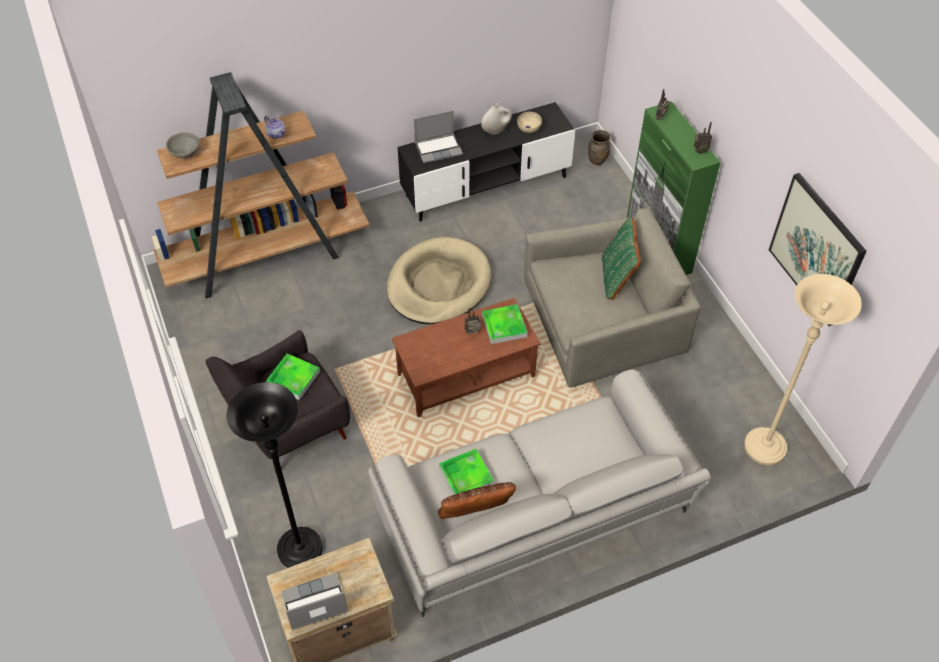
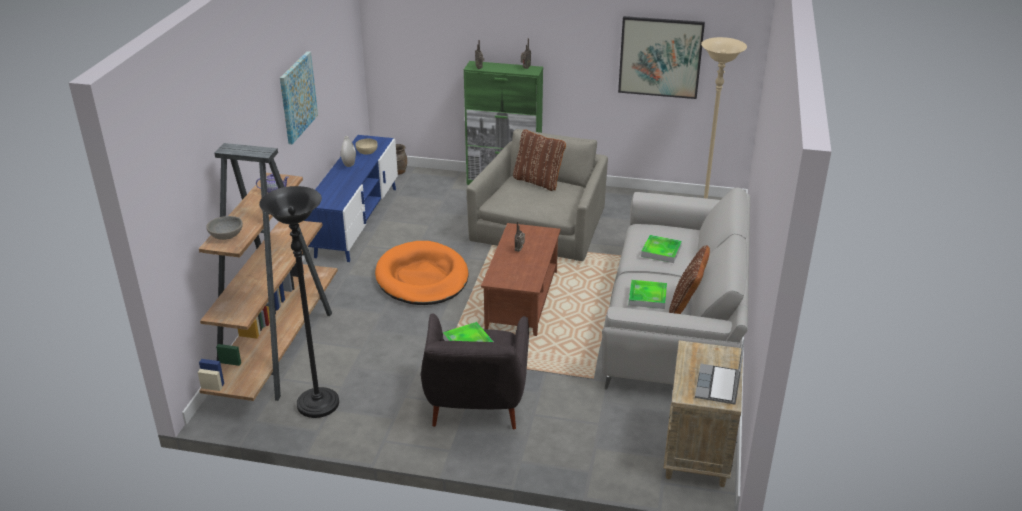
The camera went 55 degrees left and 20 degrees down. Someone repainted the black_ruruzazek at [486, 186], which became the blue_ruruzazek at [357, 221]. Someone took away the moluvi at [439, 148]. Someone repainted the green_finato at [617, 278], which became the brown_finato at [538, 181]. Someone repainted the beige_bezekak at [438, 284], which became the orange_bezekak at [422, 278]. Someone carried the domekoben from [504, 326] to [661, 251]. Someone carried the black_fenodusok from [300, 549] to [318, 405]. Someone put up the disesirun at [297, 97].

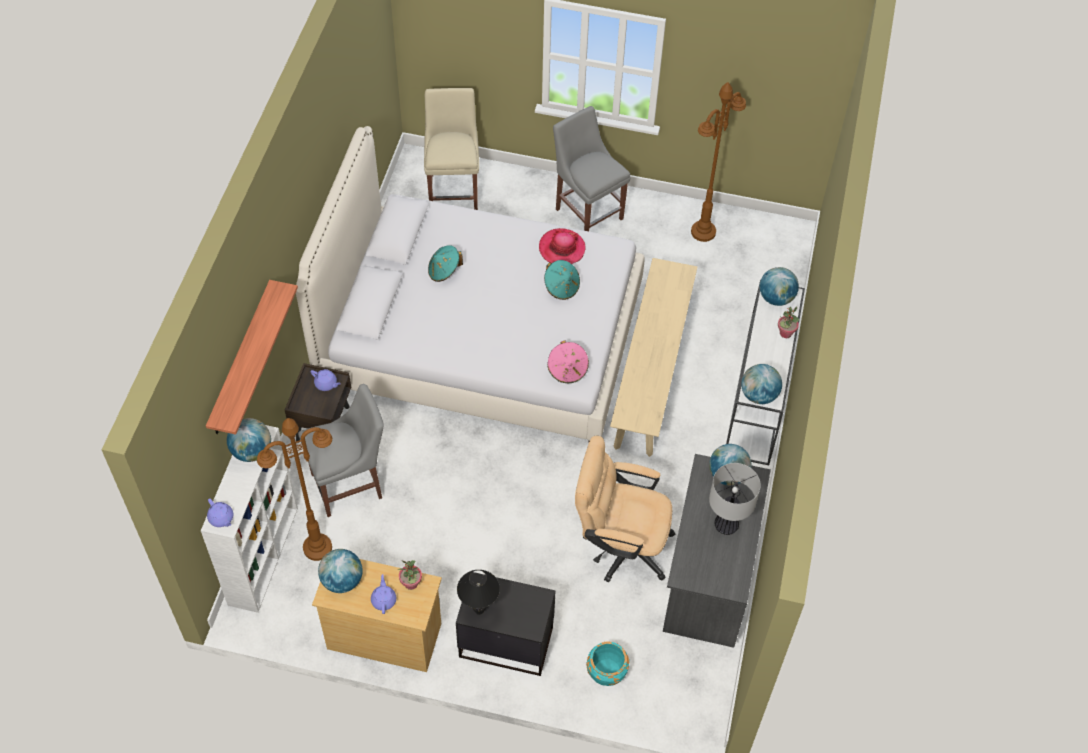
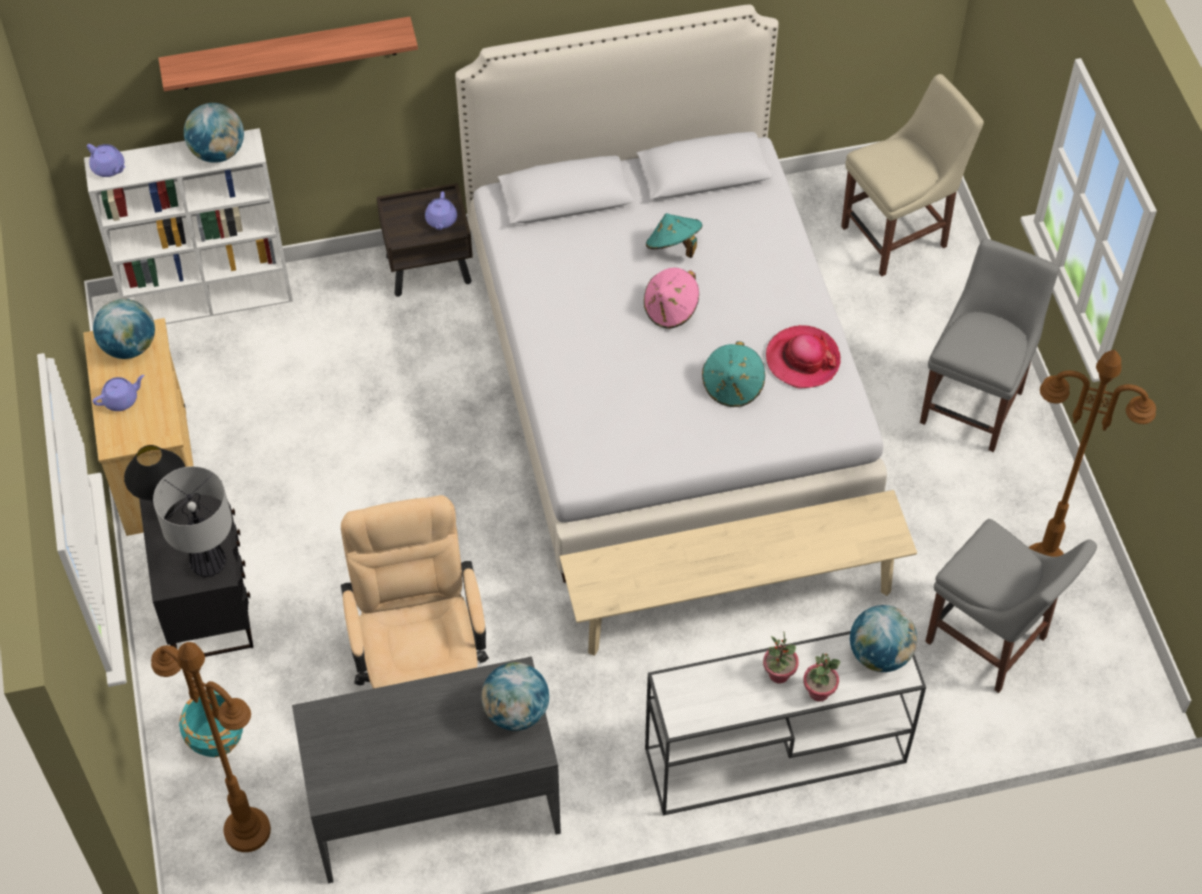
The camera went 65 degrees right and 0 degrees up. Someone carried the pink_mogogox from [567, 370] to [671, 309]. Someone took away the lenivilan at [758, 395]. Someone carried the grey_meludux from [350, 485] to [990, 643]. Someone carried the brown_fenodusok from [317, 548] to [246, 830]. Someone carried the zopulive from [726, 525] to [208, 564]. Someone rotated the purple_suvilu at [221, 518] by 75 degrees counterclockwise. Someone carried the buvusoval from [411, 583] to [778, 674].

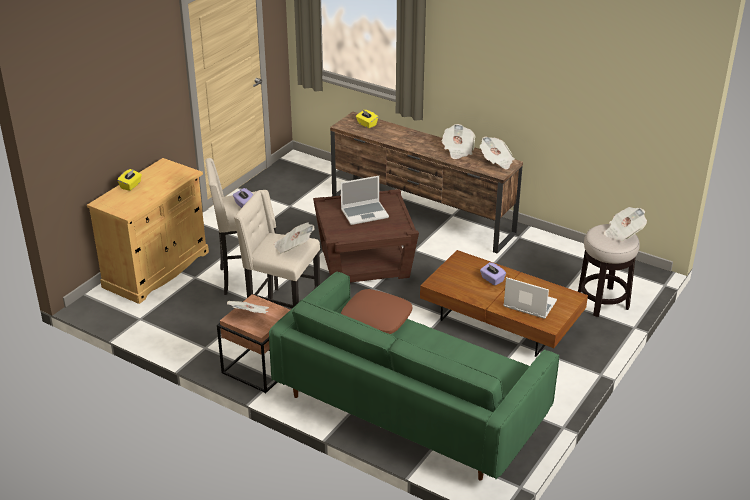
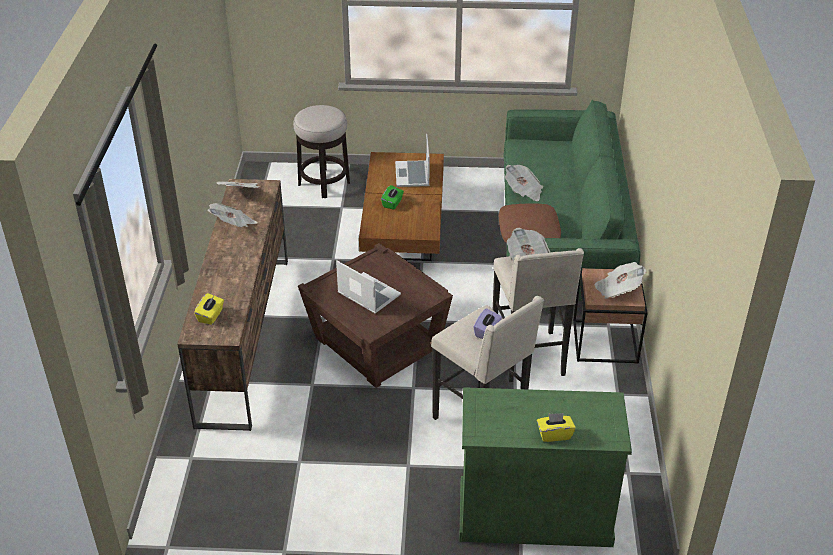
The camera went 120 degrees left and 5 degrees up. Someone repainted the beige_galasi at [156, 269], which became the green_galasi at [534, 514]. Someone carried the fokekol from [623, 233] to [523, 191]. Someone repainted the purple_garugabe at [492, 279], which became the green_garugabe at [392, 203].

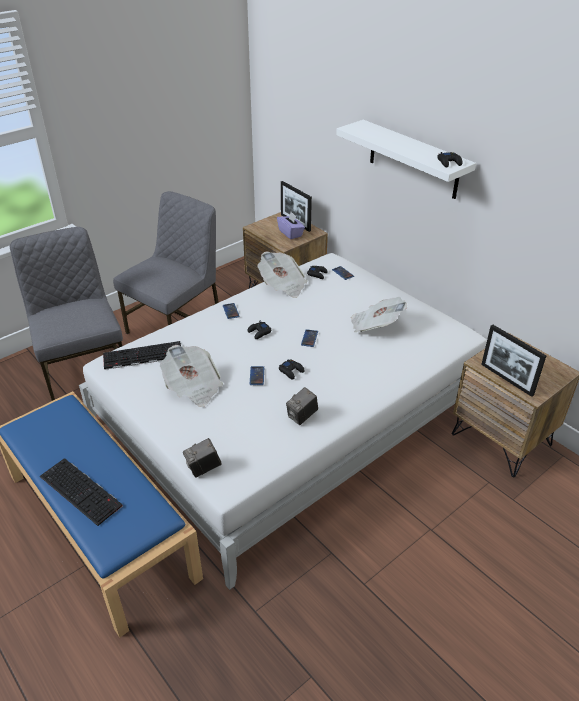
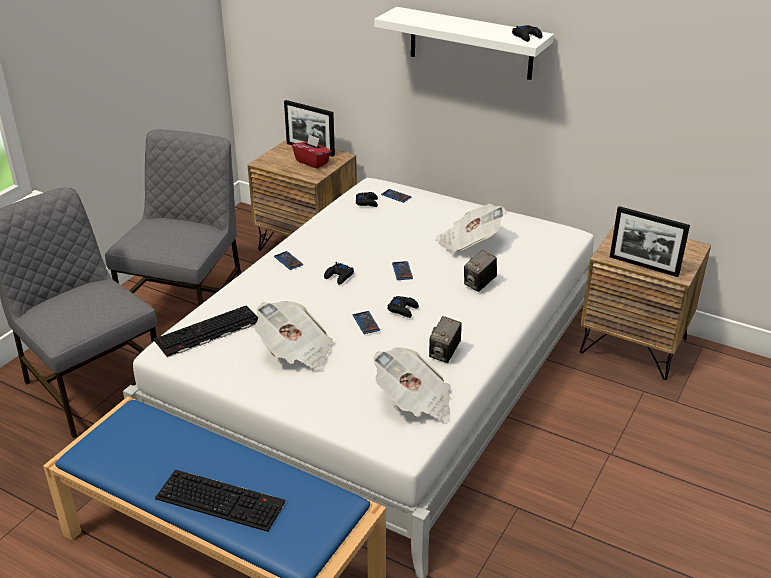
The camera went 20 degrees left and 5 degrees down. Someone repainted the purple_garugabe at [291, 233], which became the red_garugabe at [312, 162]. Someone carried the fokekol from [283, 285] to [414, 402]. Someone carried the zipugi from [203, 468] to [479, 284].

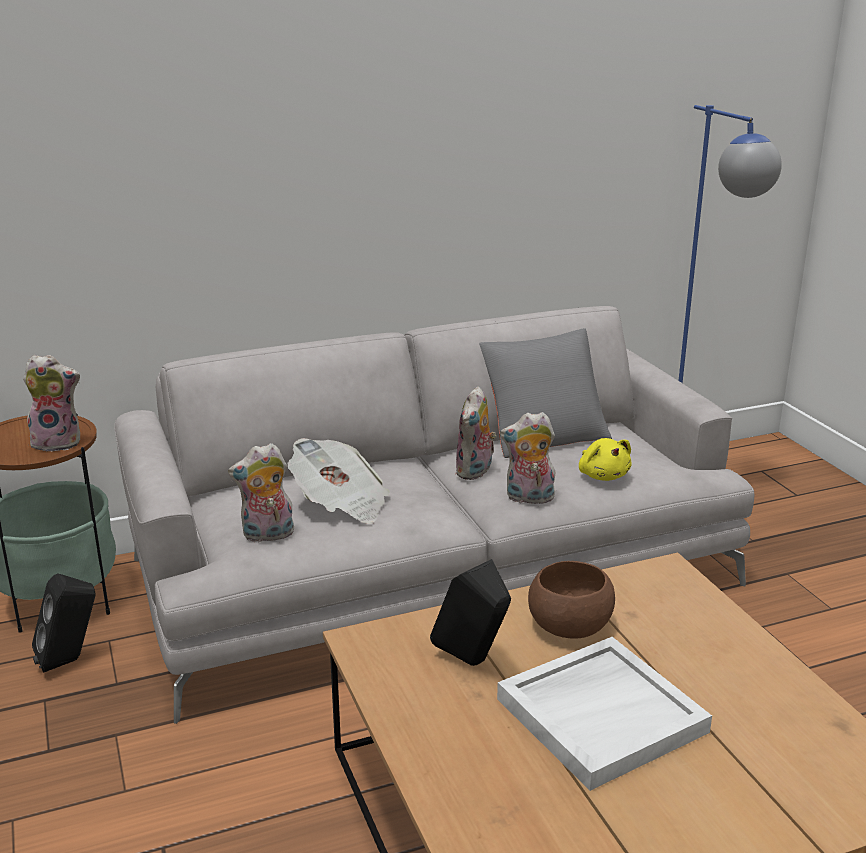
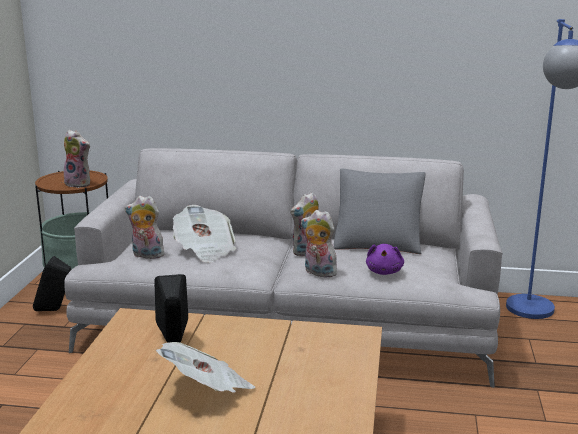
The camera went 30 degrees right and 5 degrees down. Someone repainted the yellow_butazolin at [603, 475], which became the purple_butazolin at [384, 271]. Someone took away the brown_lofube at [569, 624]. Someone swapped the white_domekoben at [601, 714] for the fokekol at [207, 389].

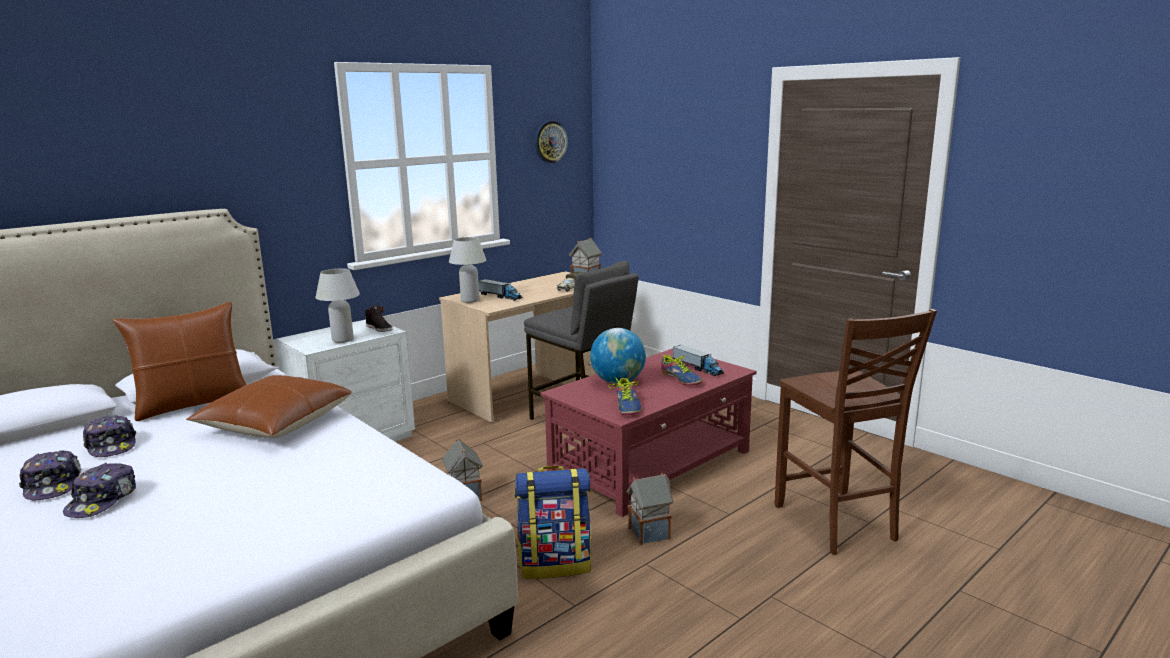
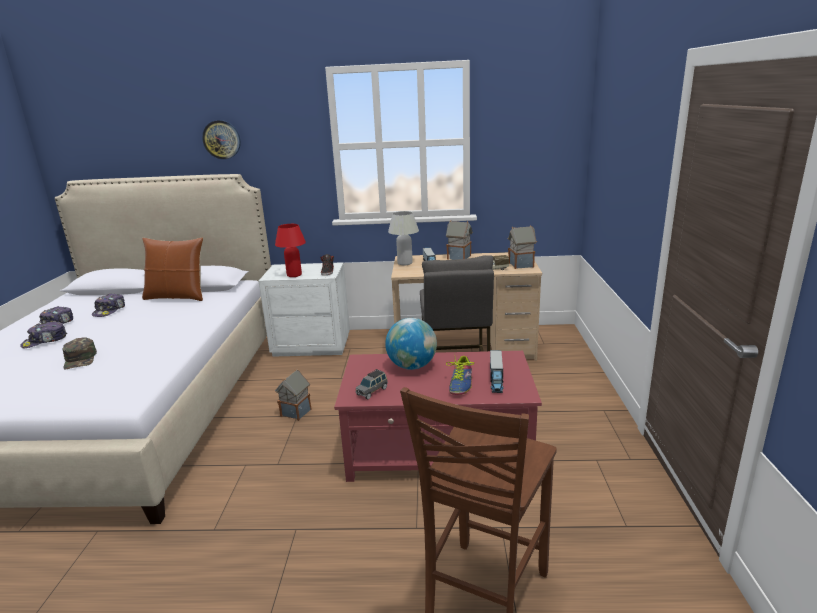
The camera went 45 degrees right and 5 degrees up. Someone carried the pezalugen from [550, 142] to [222, 139]. Someone repainted the white_zopulive at [343, 340], which became the red_zopulive at [294, 275]. Someone took away the brown_finato at [275, 423]. Someone swapped the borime at [627, 406] for the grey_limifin at [372, 391]. Someone took away the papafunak at [555, 564]. Someone carried the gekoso from [650, 533] to [459, 257]. Someone put down the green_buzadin at [80, 359].

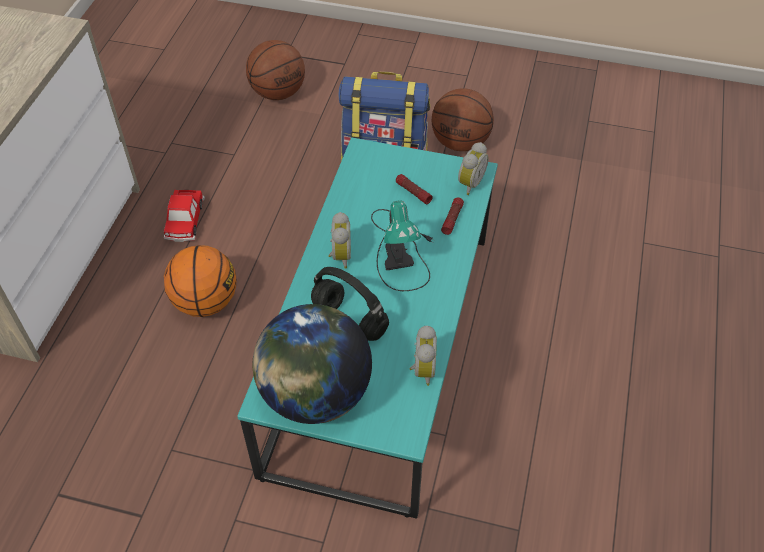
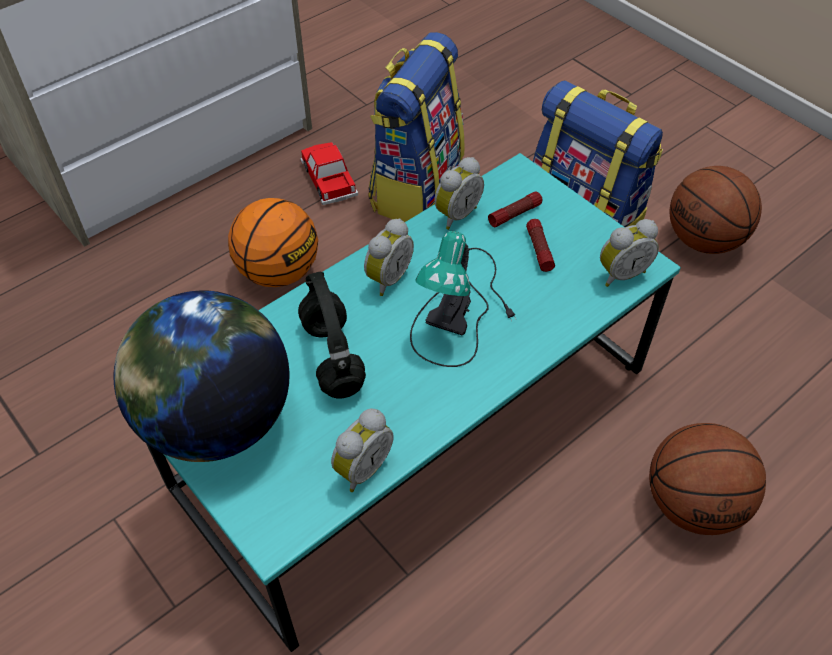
The camera went 35 degrees right and 0 degrees up. Someone carried the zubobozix from [278, 92] to [693, 503]. Someone rotated the limifin at [185, 220] by 120 degrees clockwise. Someone carried the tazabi from [452, 219] to [515, 214]. Someone put down the papafunak at [415, 188]. Someone put down the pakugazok at [455, 214].

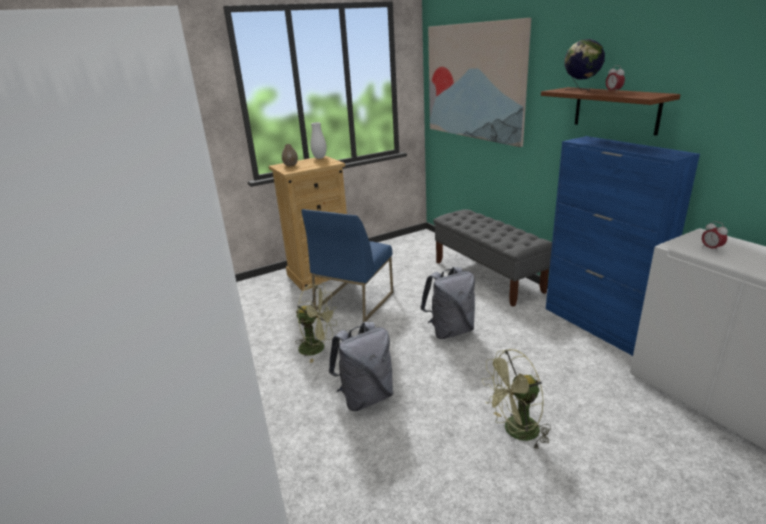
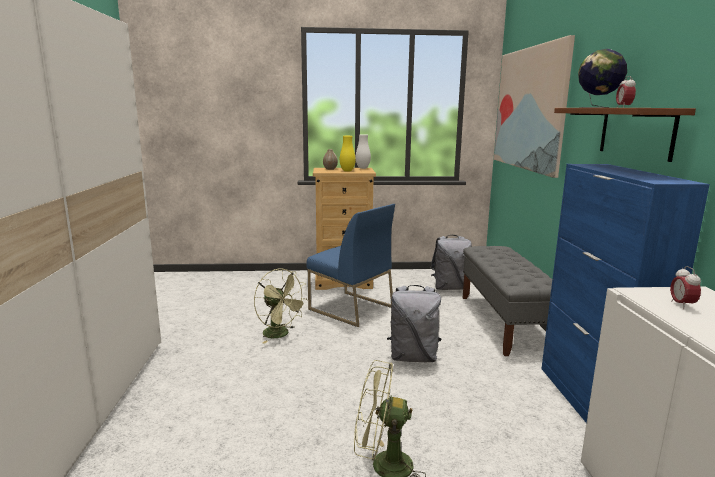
The camera went 25 degrees right and 10 degrees down. Someone rotated the blue_meludux at [354, 301] by 105 degrees counterclockwise. Someone carried the grey_papafunak from [365, 397] to [450, 288]. Someone put down the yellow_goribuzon at [347, 171].

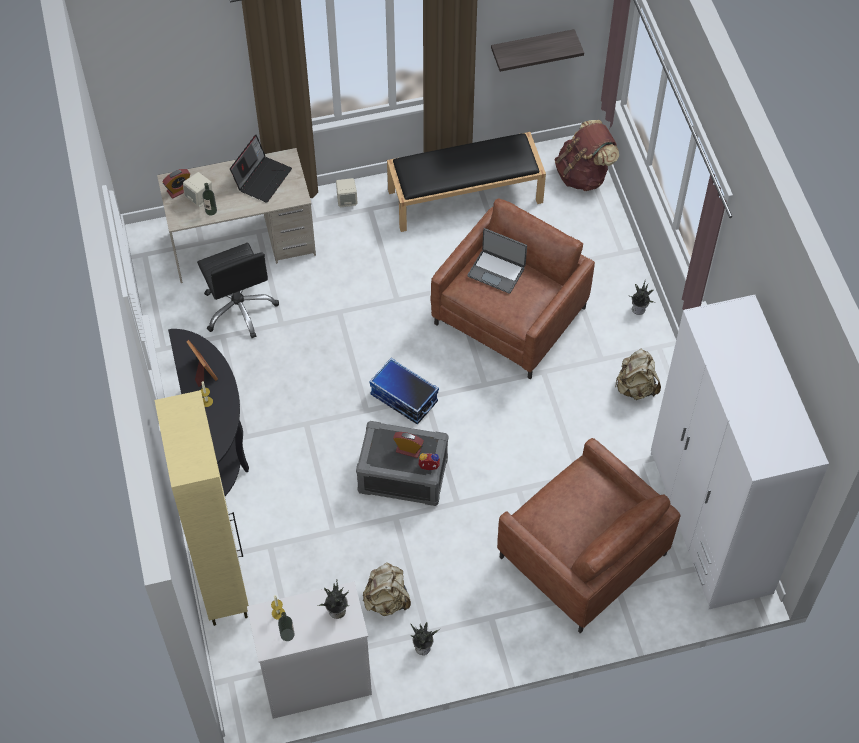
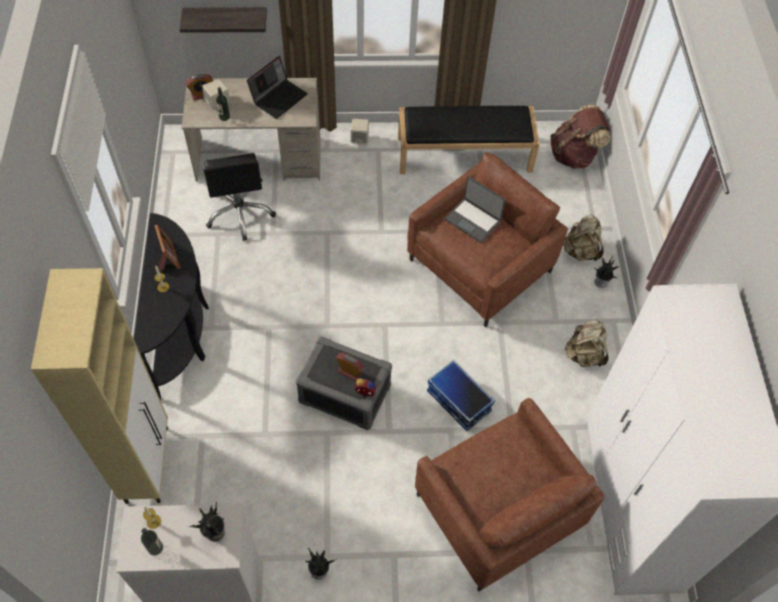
The camera went 10 degrees right and 0 degrees up. Someone carried the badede from [532, 47] to [226, 19]. Someone carried the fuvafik from [403, 398] to [458, 401]. Someone carried the beige_papafunak from [387, 599] to [580, 251].

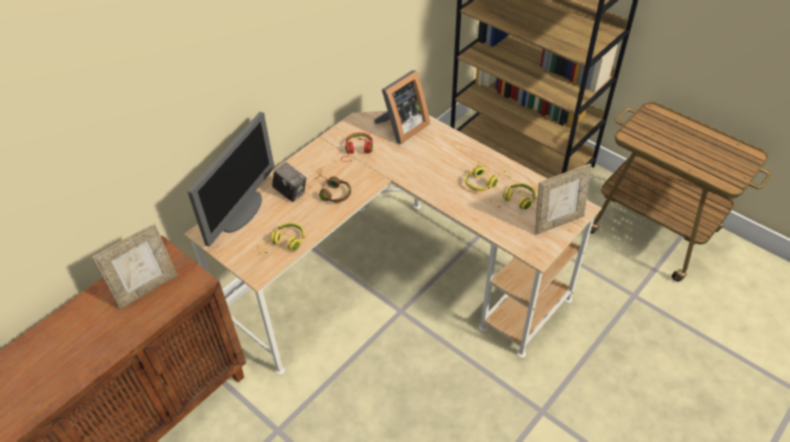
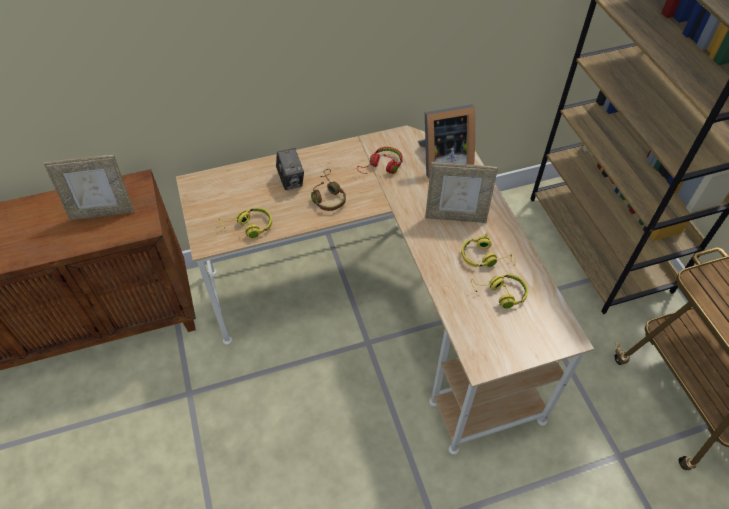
The camera went 30 degrees right and 5 degrees up. Someone took away the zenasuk at [242, 211]. Someone carried the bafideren from [557, 222] to [455, 216].

